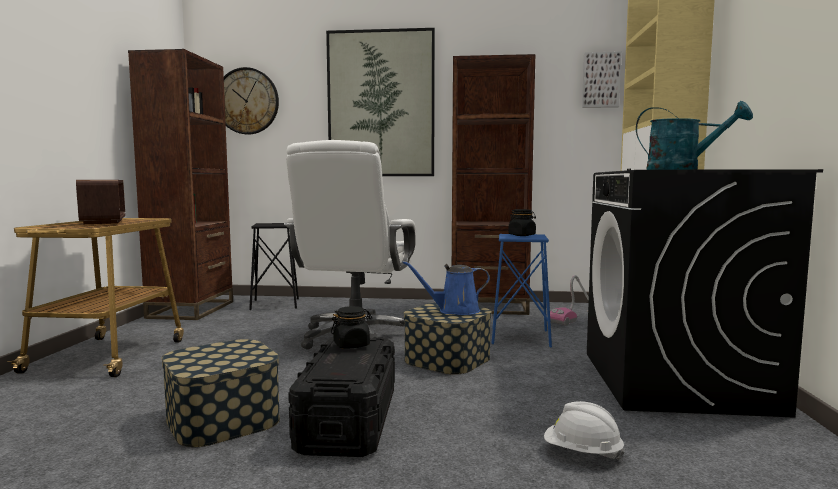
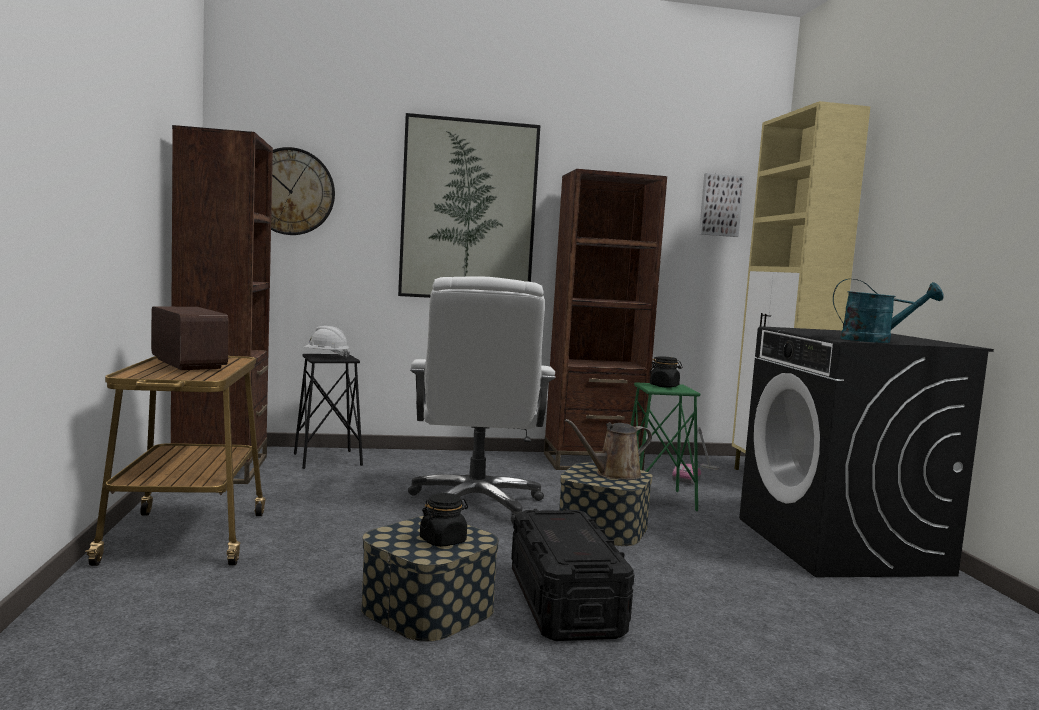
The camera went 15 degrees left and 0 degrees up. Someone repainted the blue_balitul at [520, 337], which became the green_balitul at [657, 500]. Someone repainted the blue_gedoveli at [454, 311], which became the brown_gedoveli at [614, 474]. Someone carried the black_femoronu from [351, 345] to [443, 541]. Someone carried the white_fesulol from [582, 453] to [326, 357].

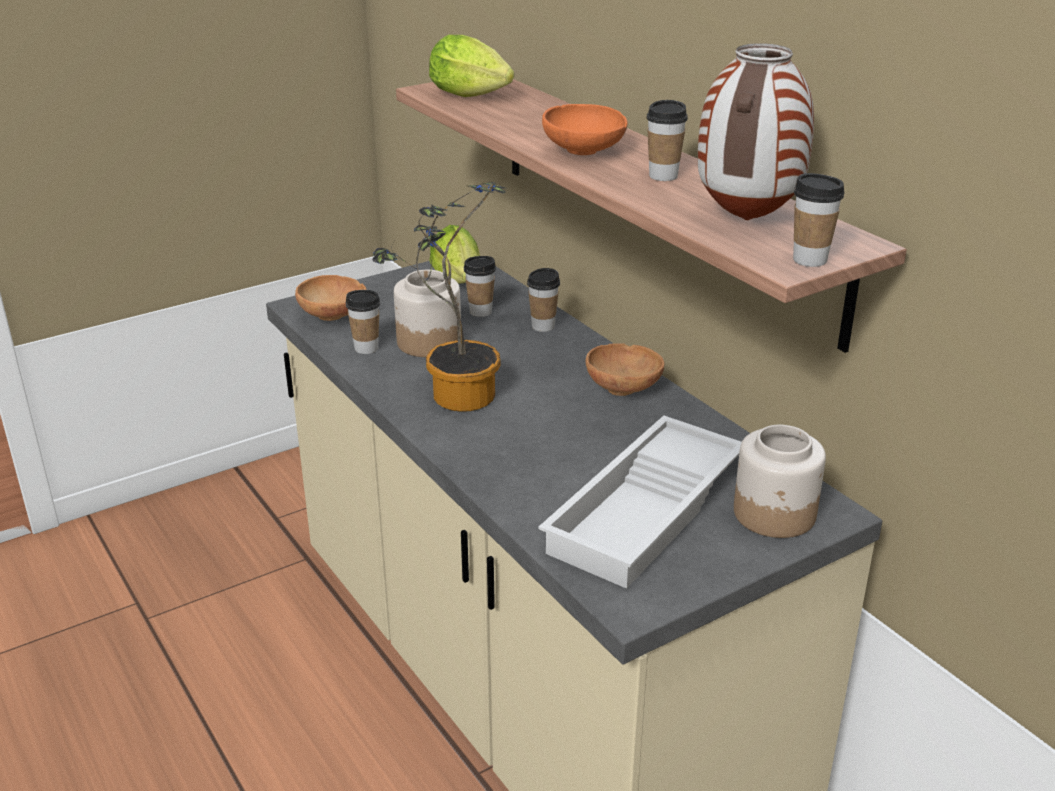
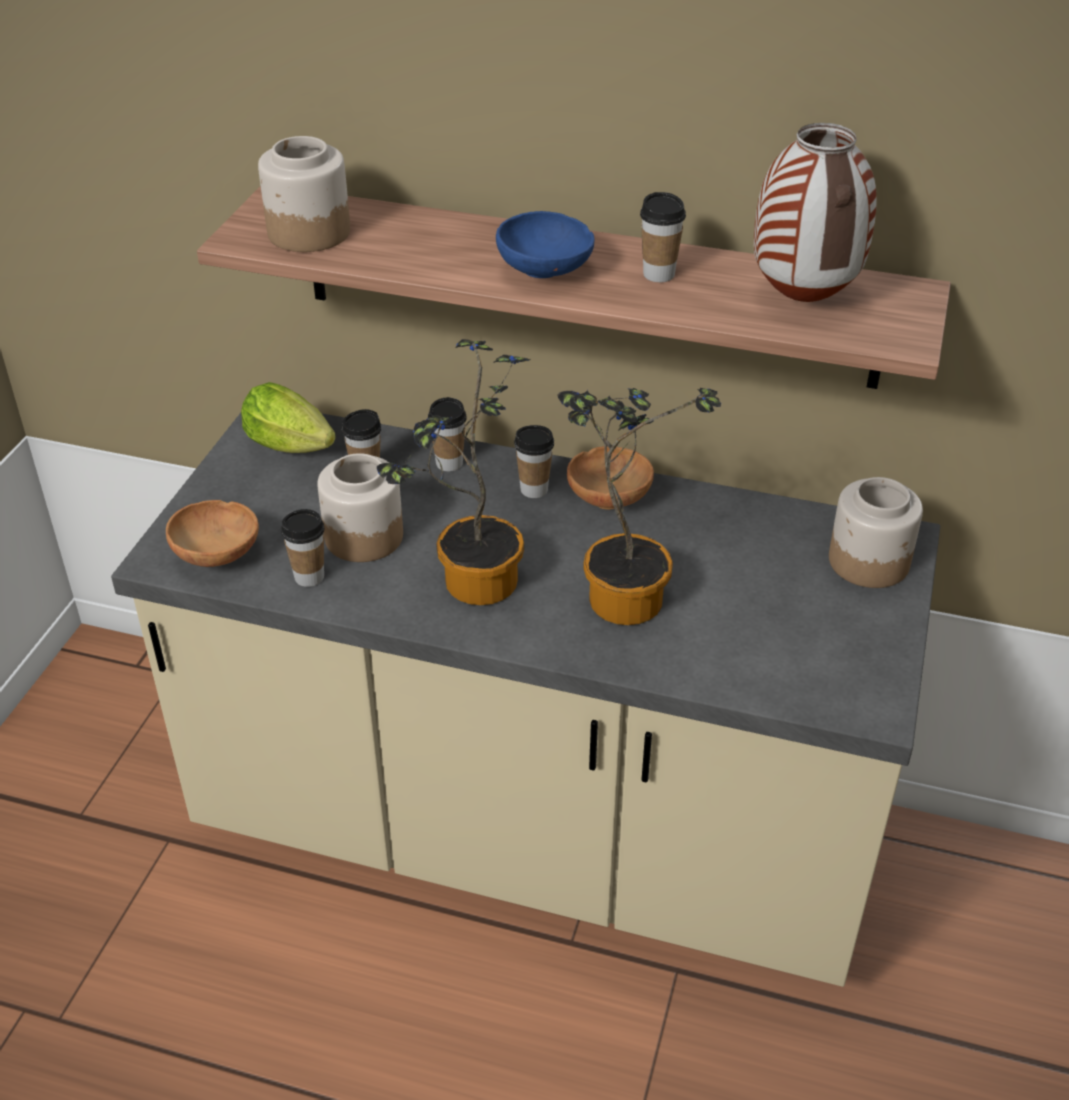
The camera went 40 degrees left and 10 degrees up. Someone swapped the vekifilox at [474, 96] for the femoronu at [308, 232]. Someone repainted the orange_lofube at [584, 153], which became the blue_lofube at [546, 273]. Someone carried the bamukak from [810, 260] to [534, 489]. Someone took away the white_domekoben at [648, 512]. Someone put down the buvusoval at [620, 593].

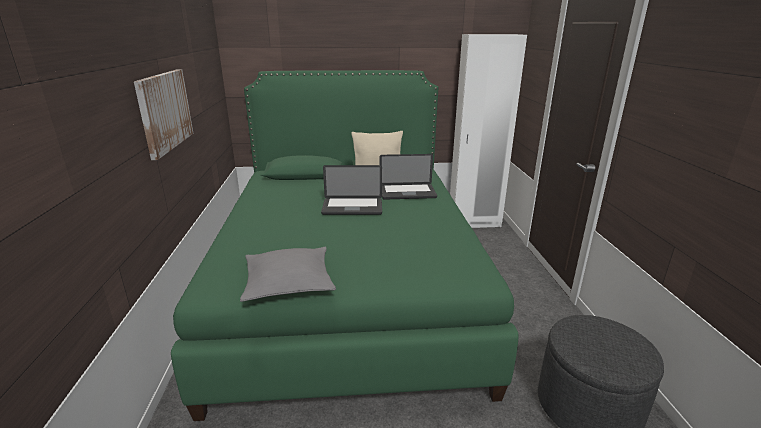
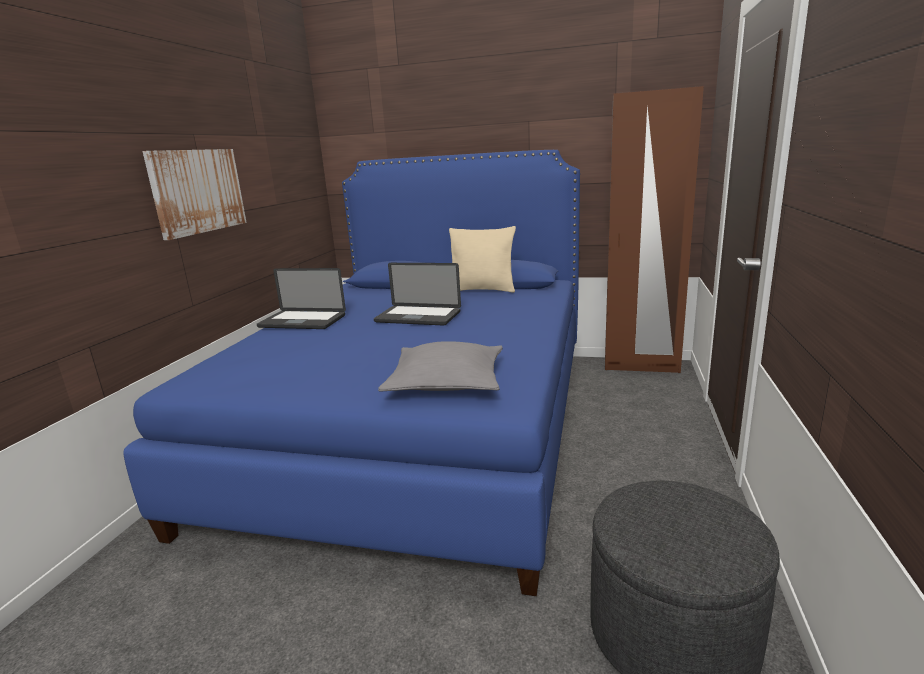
The camera went 20 degrees right and 5 degrees down. Someone repainted the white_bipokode at [474, 223], which became the brown_bipokode at [641, 366]. Someone repainted the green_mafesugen at [348, 288], which became the blue_mafesugen at [420, 426]. Someone carried the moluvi from [407, 193] to [302, 321]. Someone carried the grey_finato from [288, 282] to [446, 382].

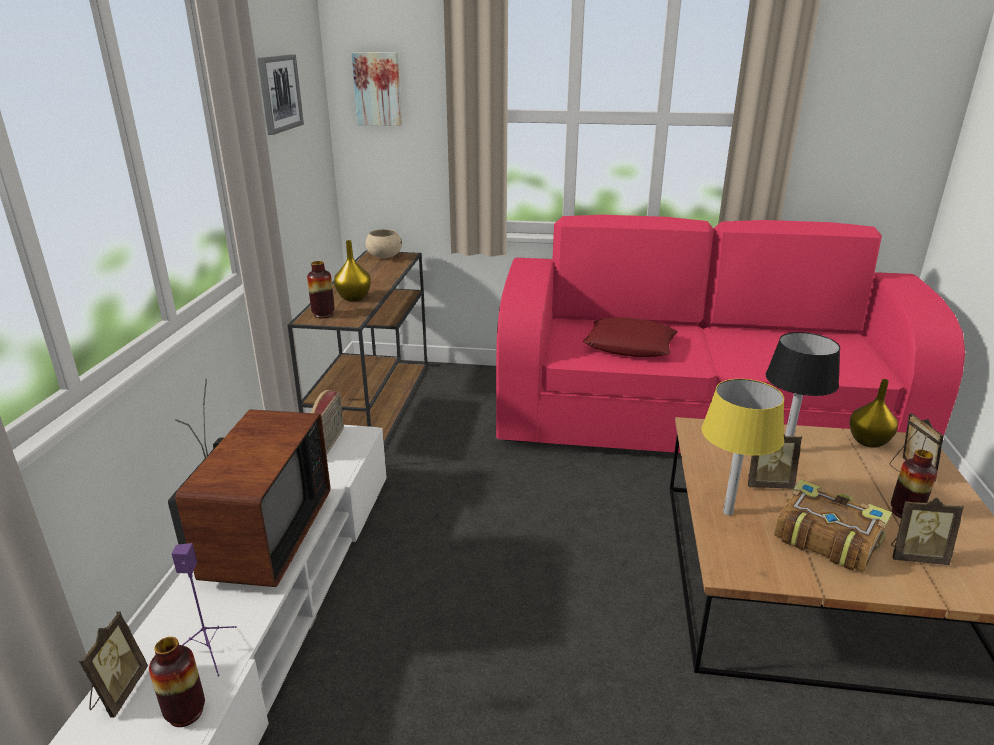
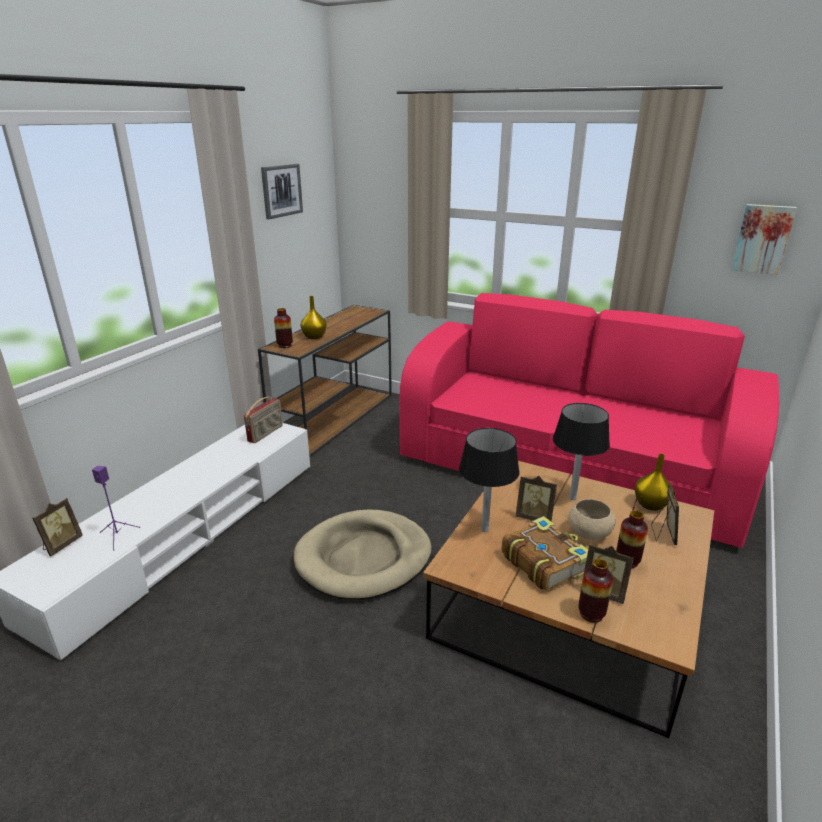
The camera went 20 degrees right and 0 degrees up. Someone carried the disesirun from [378, 89] to [762, 239]. Someone carried the beige_lofube from [384, 257] to [588, 533]. Someone took away the red_finato at [630, 345]. Someone took away the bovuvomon at [258, 540]. Someone repainted the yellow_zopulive at [728, 512], which became the black_zopulive at [485, 530]. Someone carried the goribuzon from [185, 712] to [591, 614]. Someone put down the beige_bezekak at [364, 558].

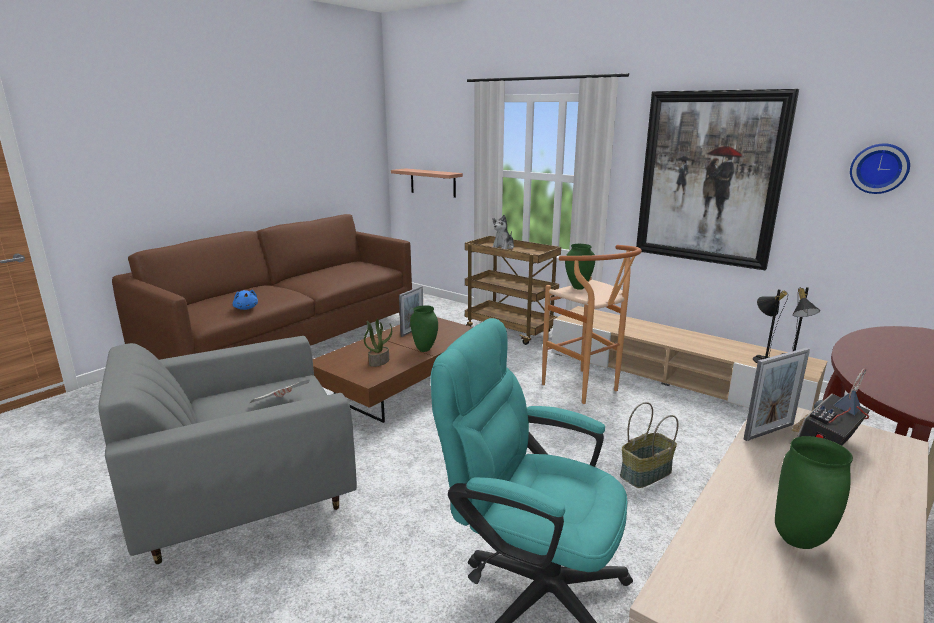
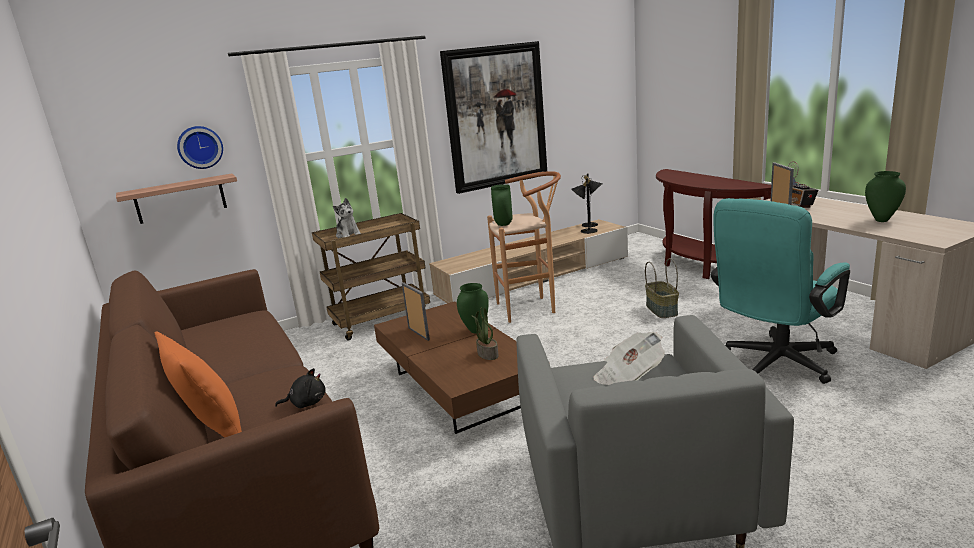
The camera went 65 degrees left and 0 degrees up. Someone carried the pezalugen from [879, 168] to [200, 147]. Someone repainted the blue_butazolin at [246, 308], which became the black_butazolin at [306, 403]. Someone put down the orange_finato at [212, 430].

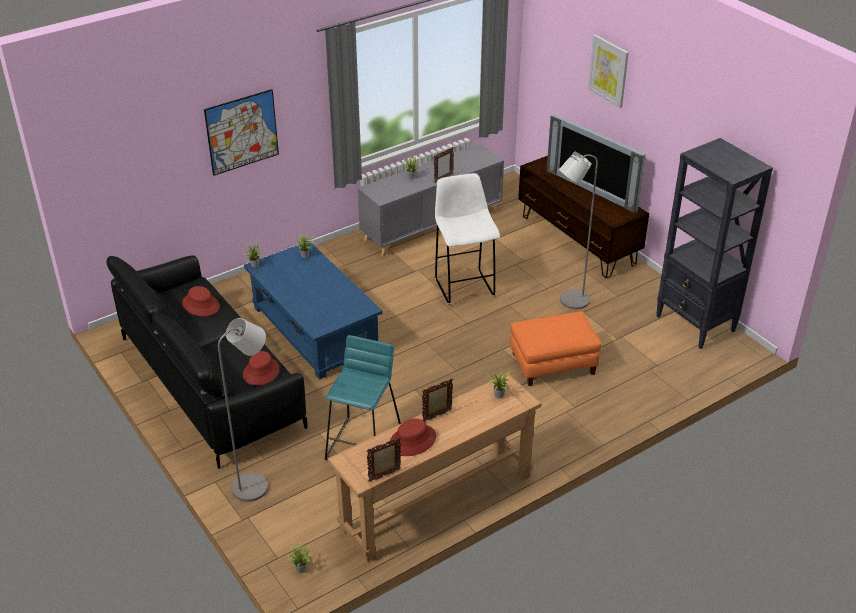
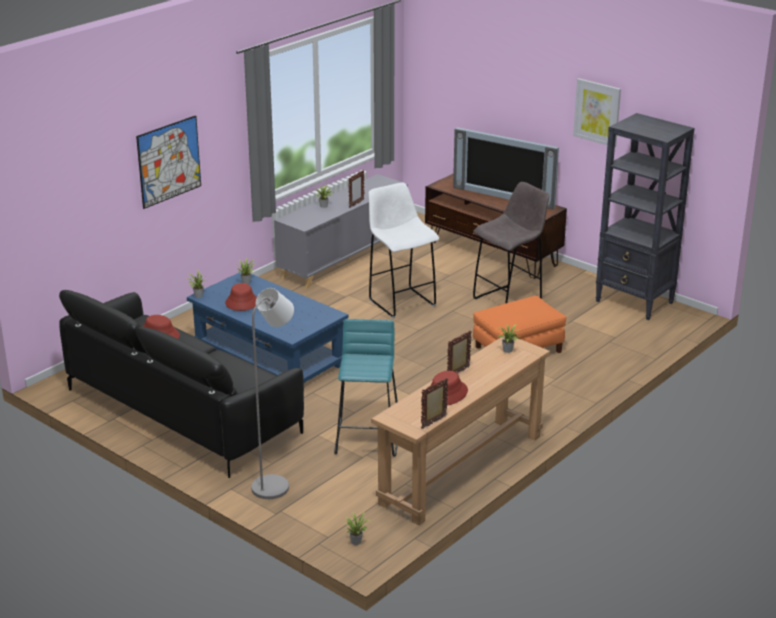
The camera went 15 degrees left and 10 degrees down. Someone carried the disesirun from [608, 71] to [597, 112]. Someone swapped the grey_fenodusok at [569, 301] for the grey_balitul at [509, 300]. Someone carried the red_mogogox from [261, 372] to [241, 302].

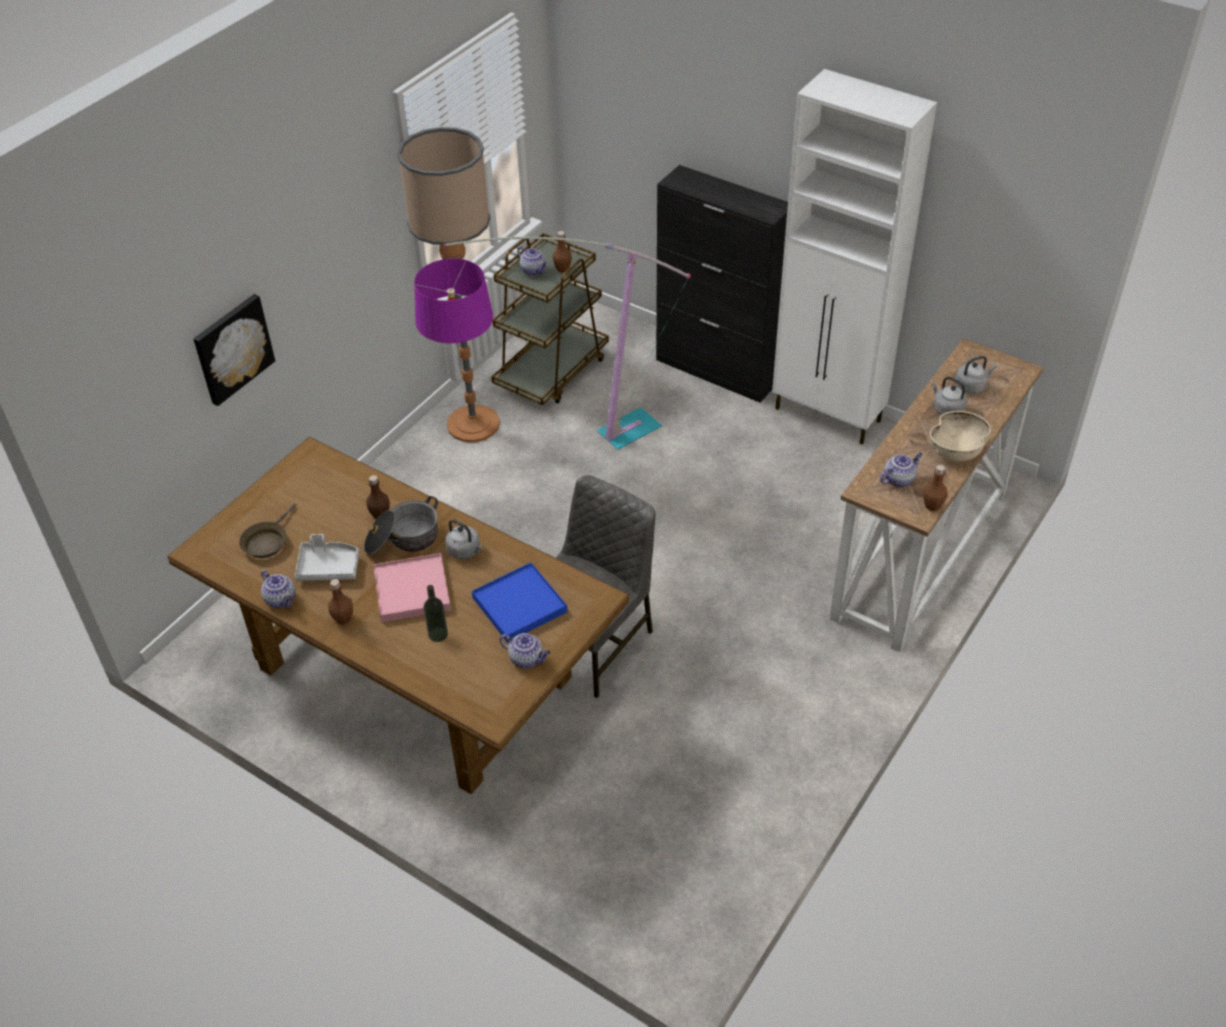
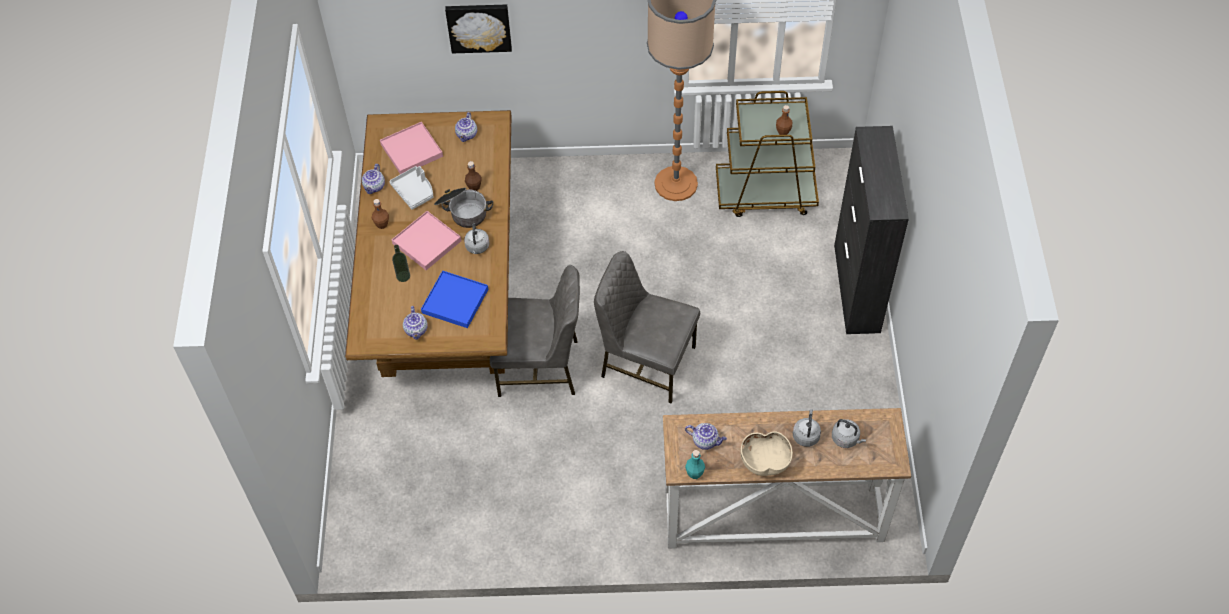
The camera went 55 degrees right and 10 degrees up. Someone took away the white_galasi at [829, 415]. Someone took away the fenodusok at [547, 471]. Someone carried the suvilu from [534, 270] to [467, 135]. Someone repainted the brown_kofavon at [932, 506], which became the turquoise_kofavon at [694, 473]. Someone swapped the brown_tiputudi at [267, 542] for the pink_domekoben at [411, 150]. Someone put down the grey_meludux at [646, 362].

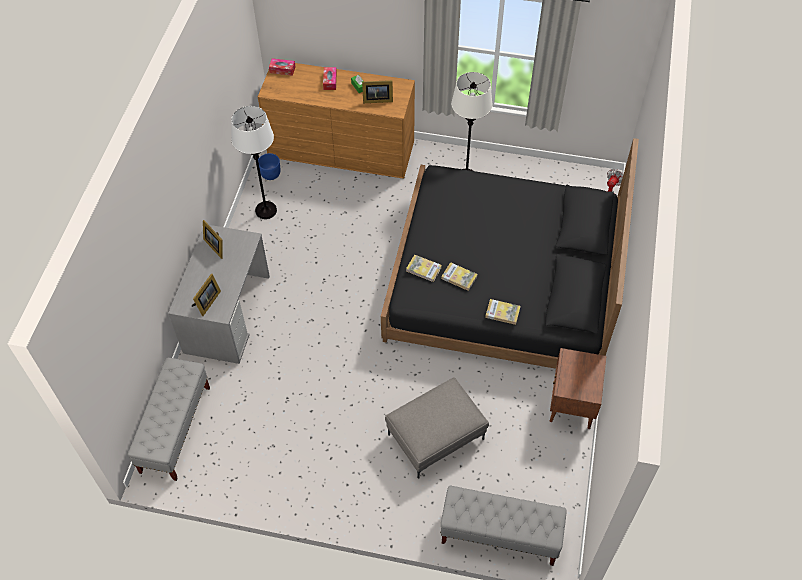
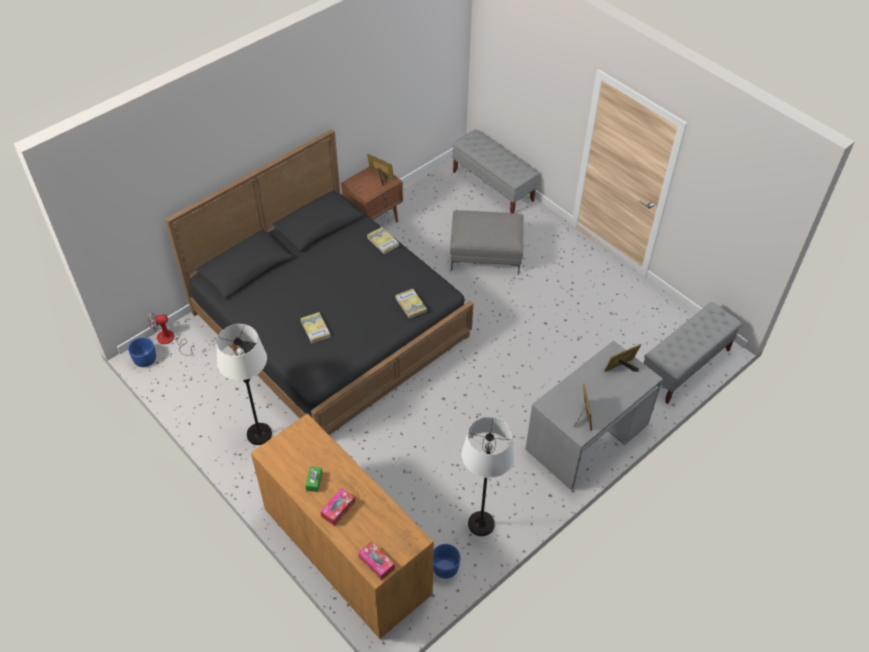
The camera went 145 degrees left and 5 degrees down. Someone carried the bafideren from [376, 99] to [381, 177]. Someone carried the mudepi from [459, 277] to [315, 328]. Someone put down the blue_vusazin at [145, 359].

